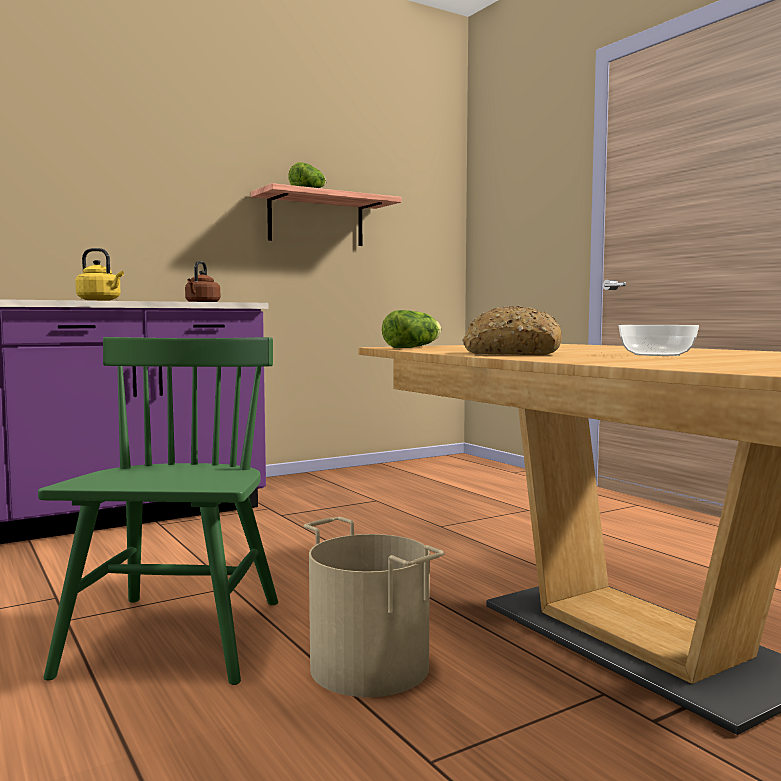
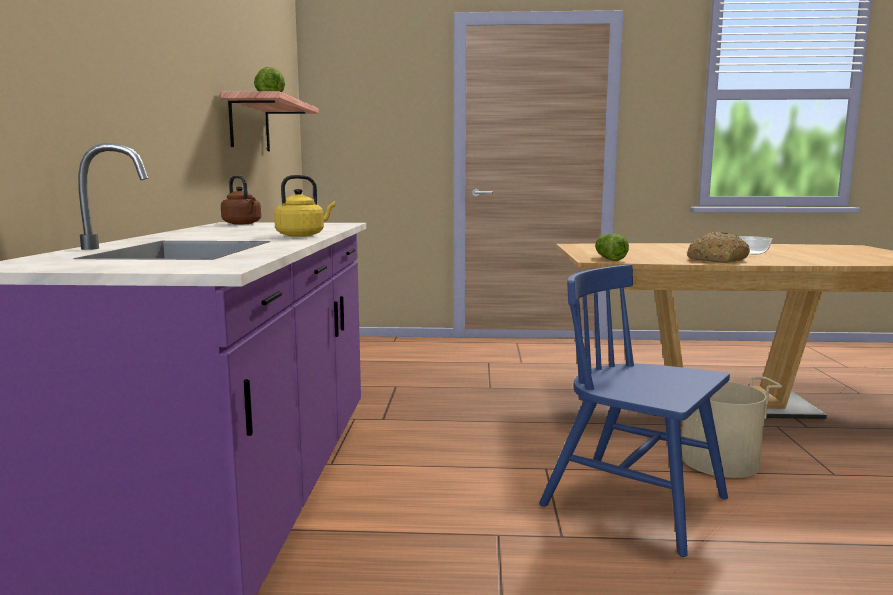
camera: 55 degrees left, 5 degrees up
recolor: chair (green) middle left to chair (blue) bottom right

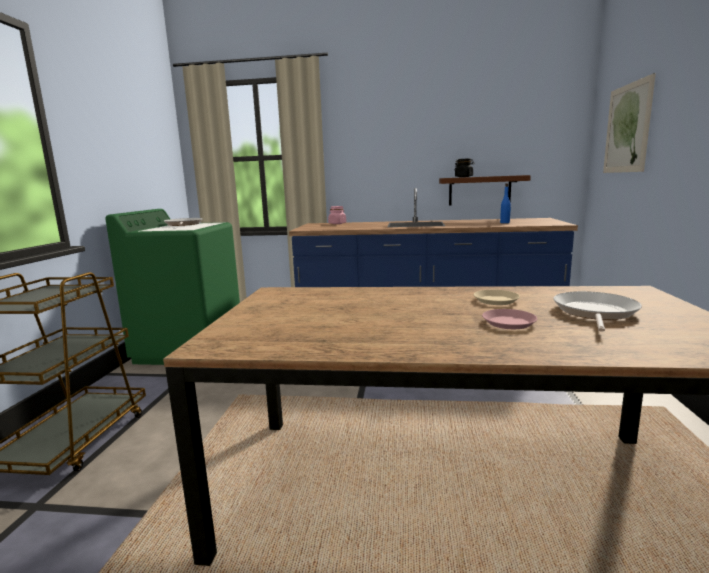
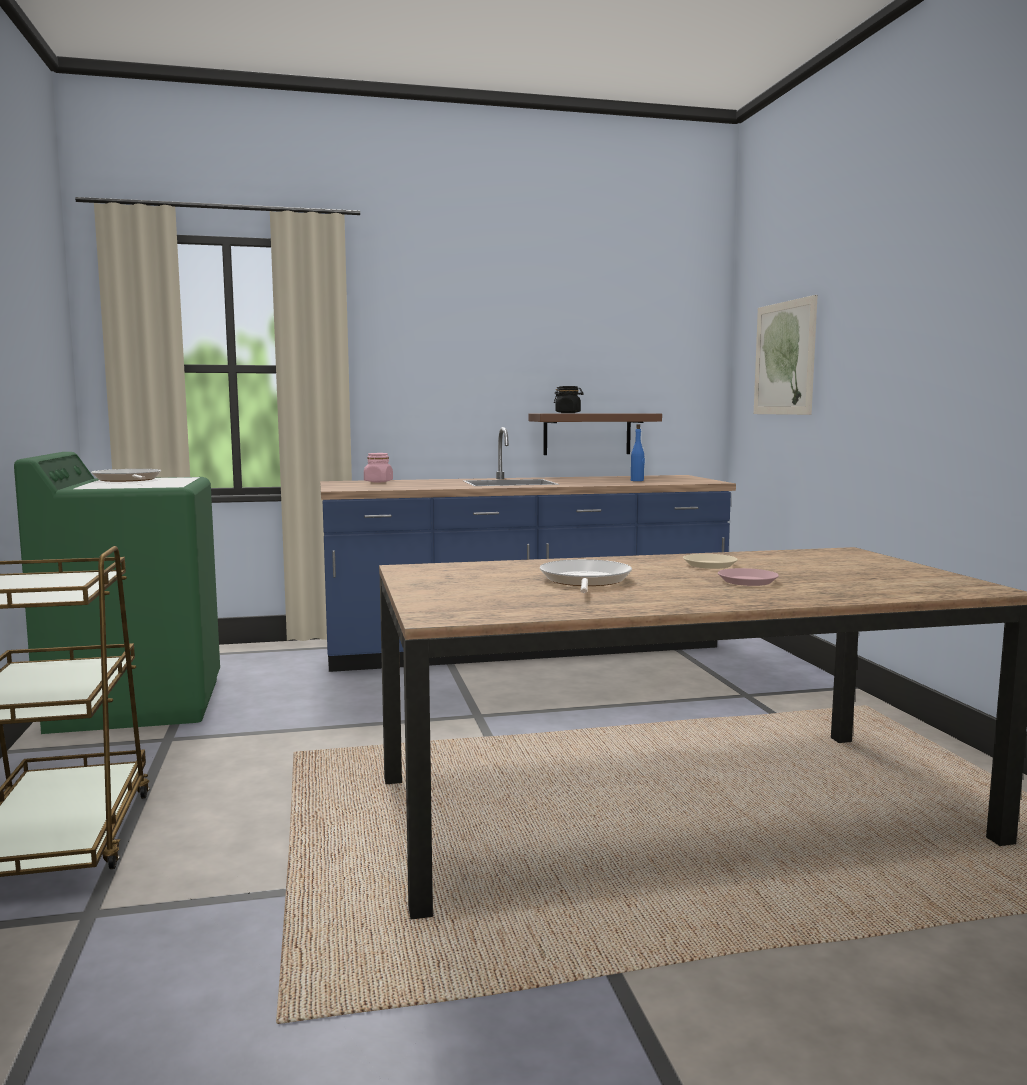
camera: 20 degrees left, 5 degrees down
move: frying pan (2nd from left) middle right to centre

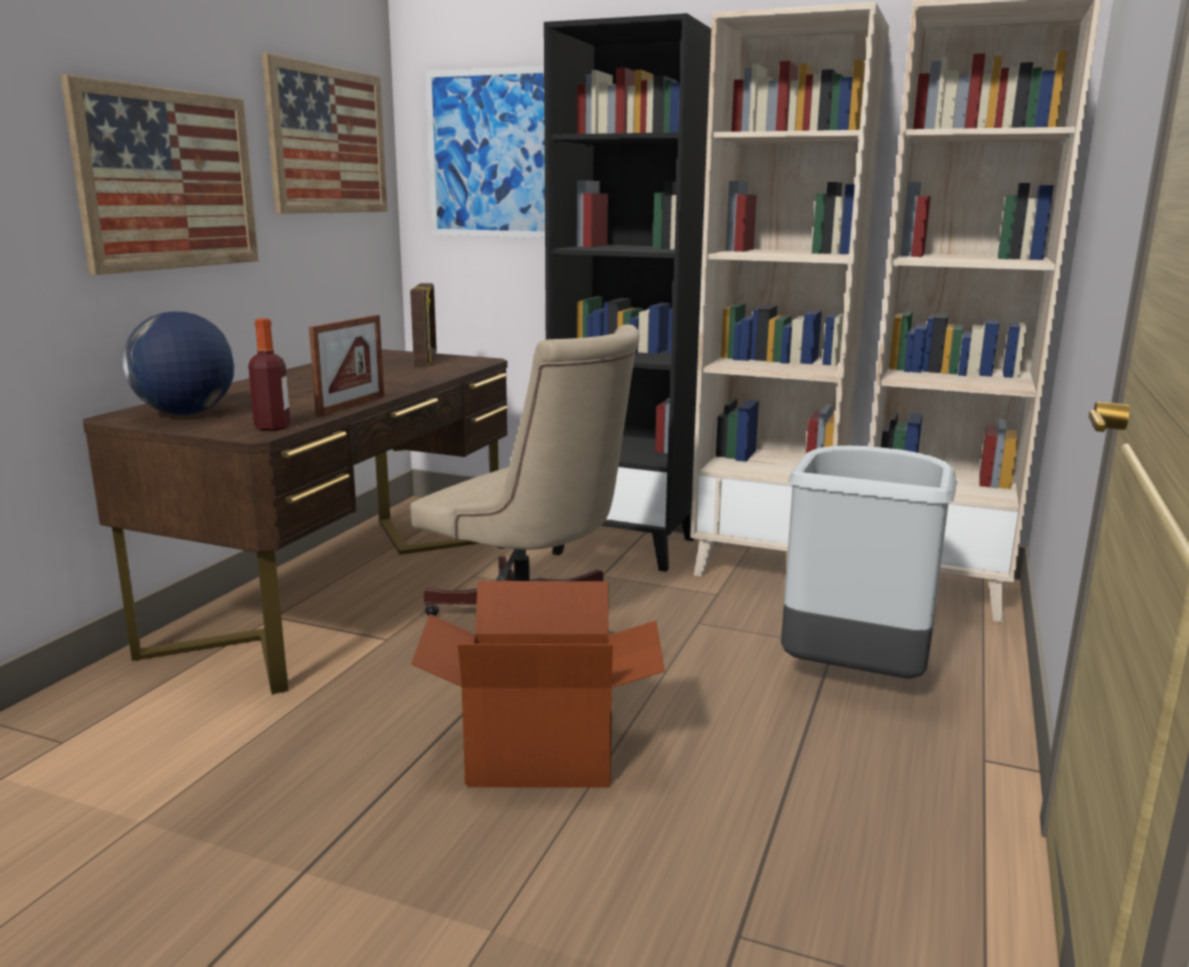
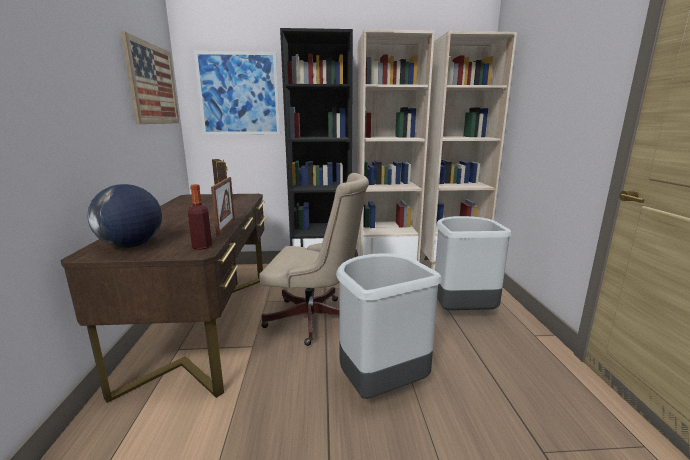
camera: 25 degrees left, 0 degrees up
delete: picture (1st from left) top left
replace: cardboard box bottom centre to trash can (grey) (1st from left) bottom centre

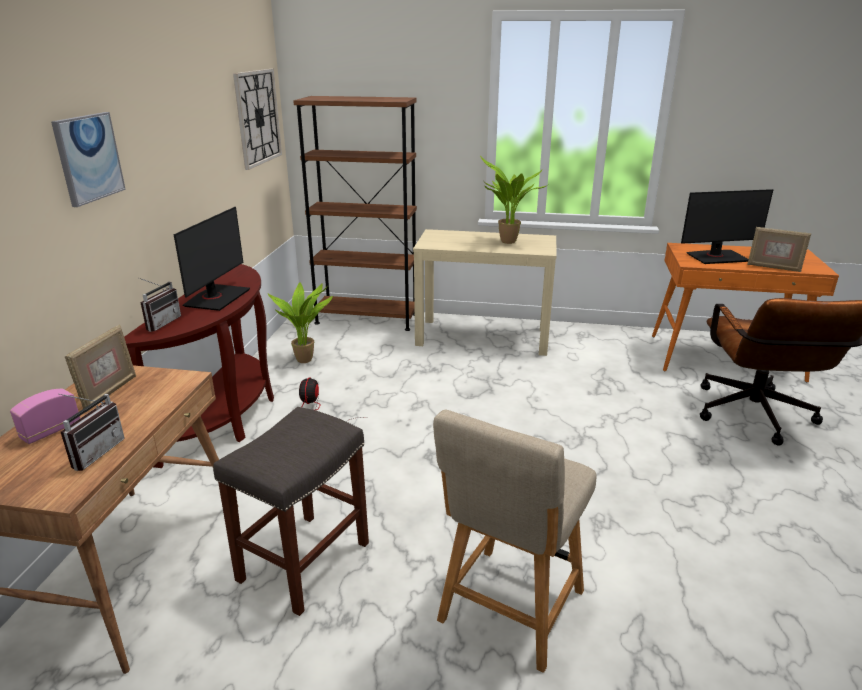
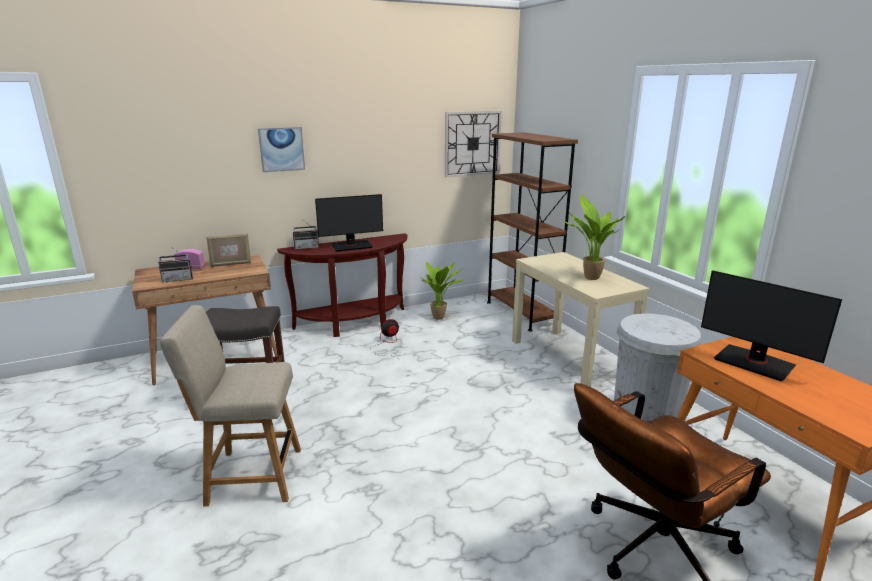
camera: 55 degrees right, 5 degrees down
delete: picture frame (2nd from left) middle right
insert: trash can (white) middle right

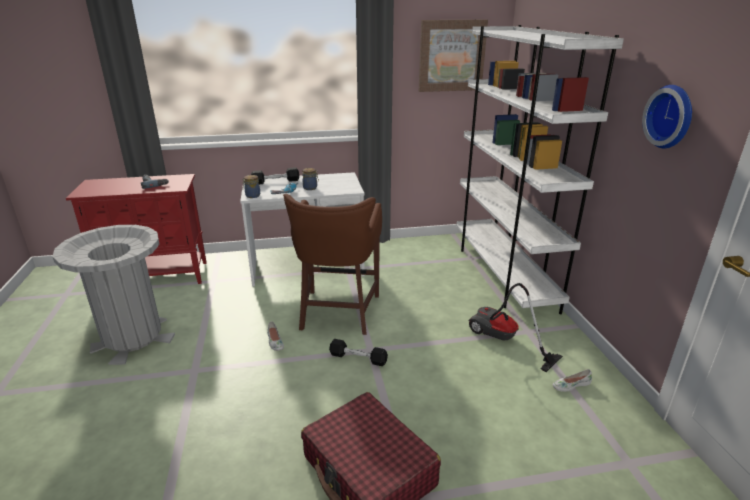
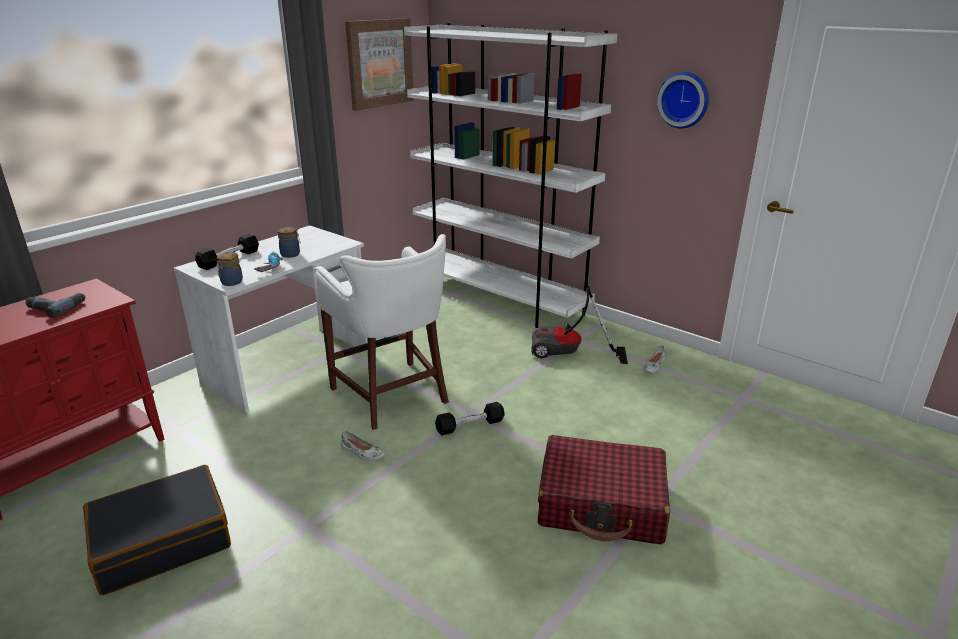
camera: 40 degrees left, 0 degrees up
replace: trash can (grey) middle left to suitcase (black) bottom left
recolor: stool (brown) centre to stool (white) centre

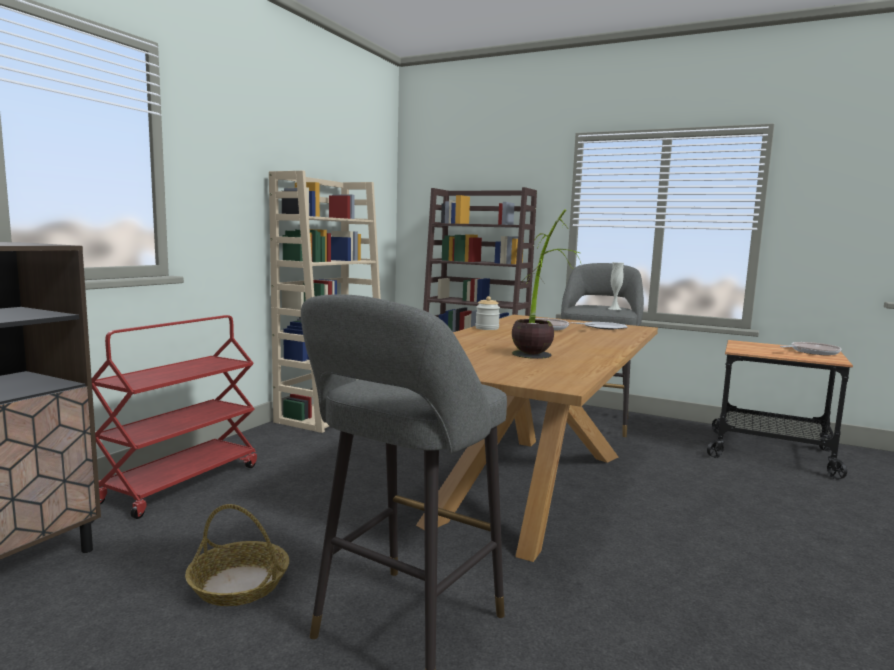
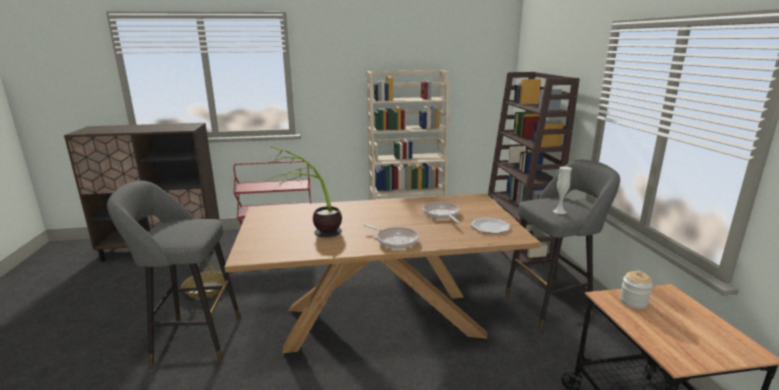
camera: 55 degrees right, 10 degrees up
move: jar centre to bottom right; frying pan (2nd from left in the first image) middle right to frying pan (1st from left) centre

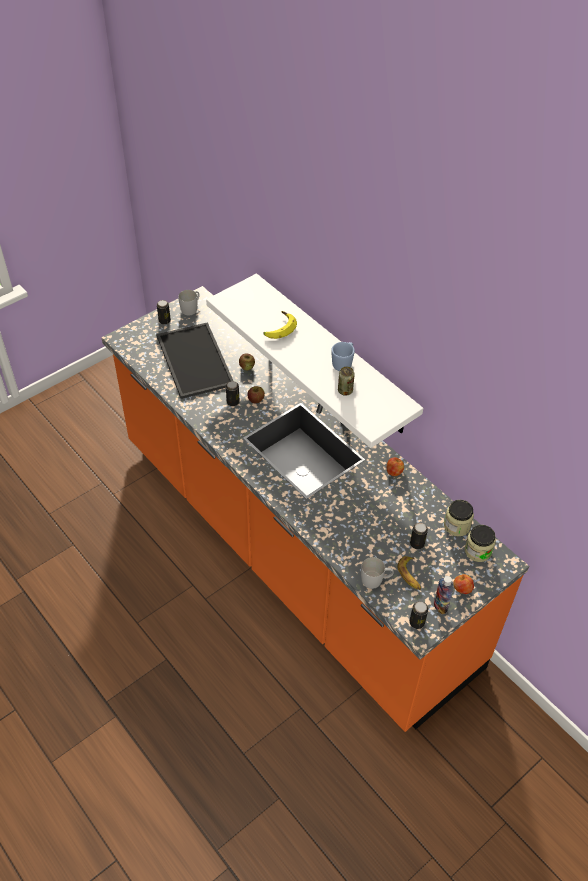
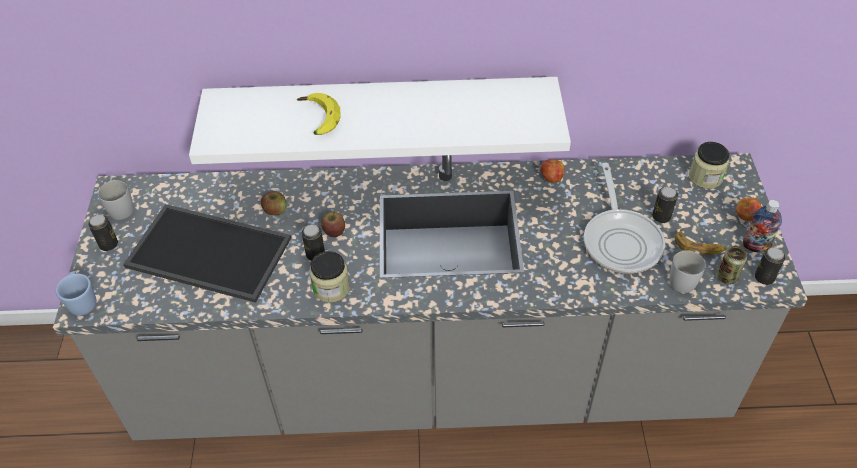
camera: 50 degrees left, 0 degrees up
insert: frying pan middle right
move: mug (blue) centre to middle left; can (3rd from left in the first image) centre to can (4th from left) middle right; jar (1st from left) middle right to centre
recolor: counter (orange) centre to counter (grey) centre

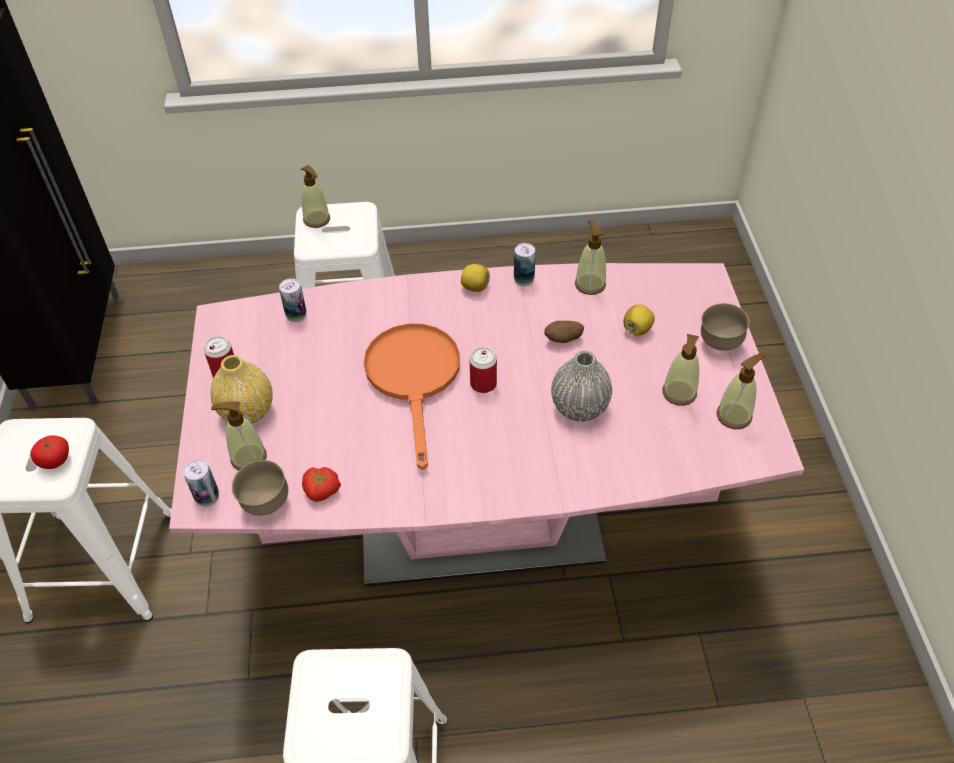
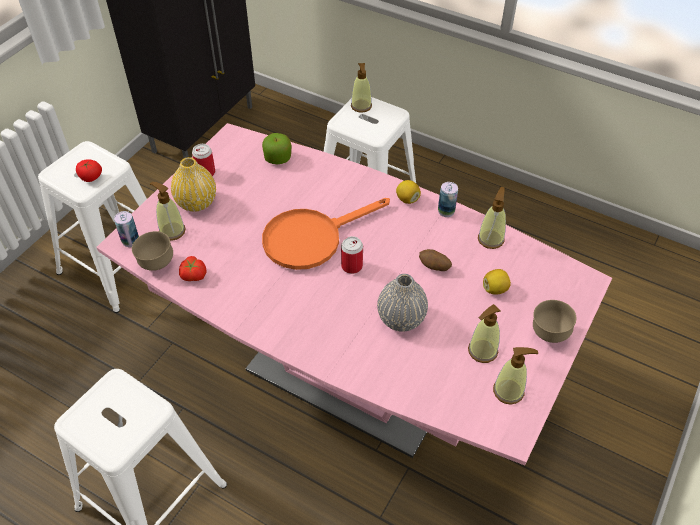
camera: 35 degrees right, 0 degrees up
replace: can (3rd from left) middle left to apple top centre
rotate: frying pan (orange) centre = centre 150 degrees counterclockwise

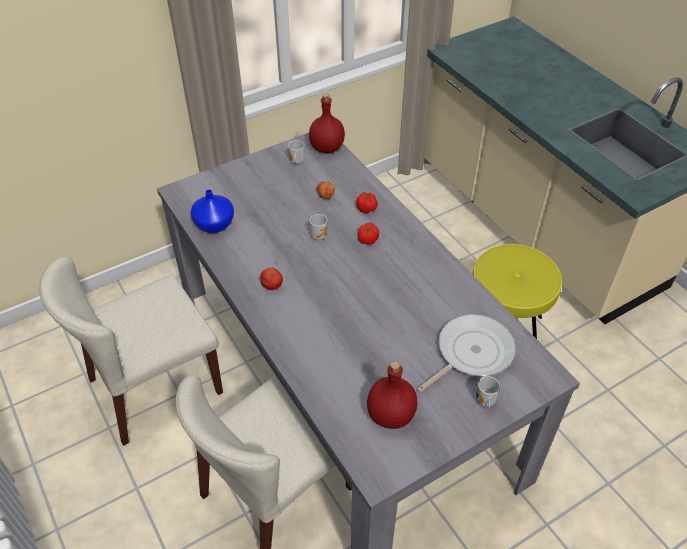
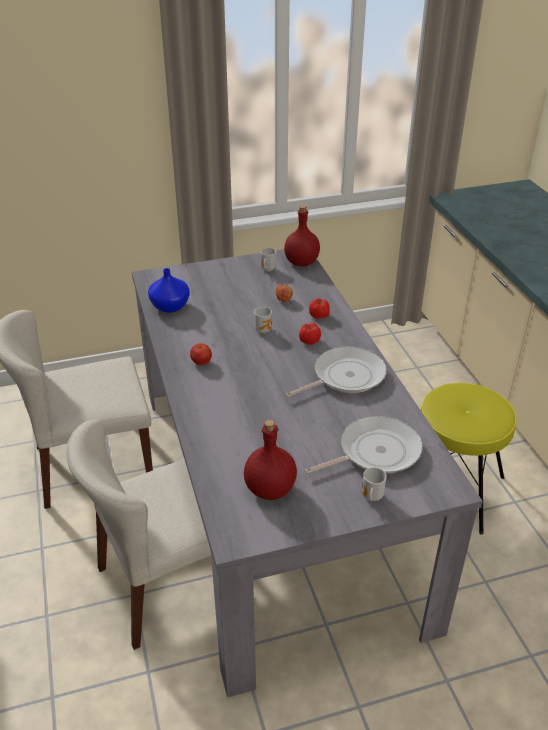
camera: 15 degrees right, 10 degrees down
insert: frying pan (1st from left) centre

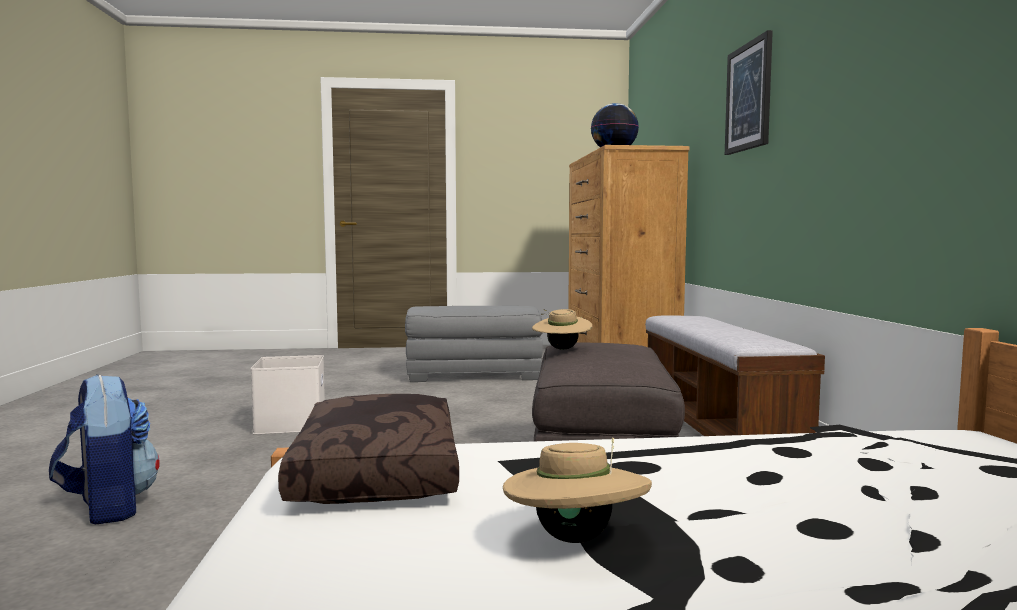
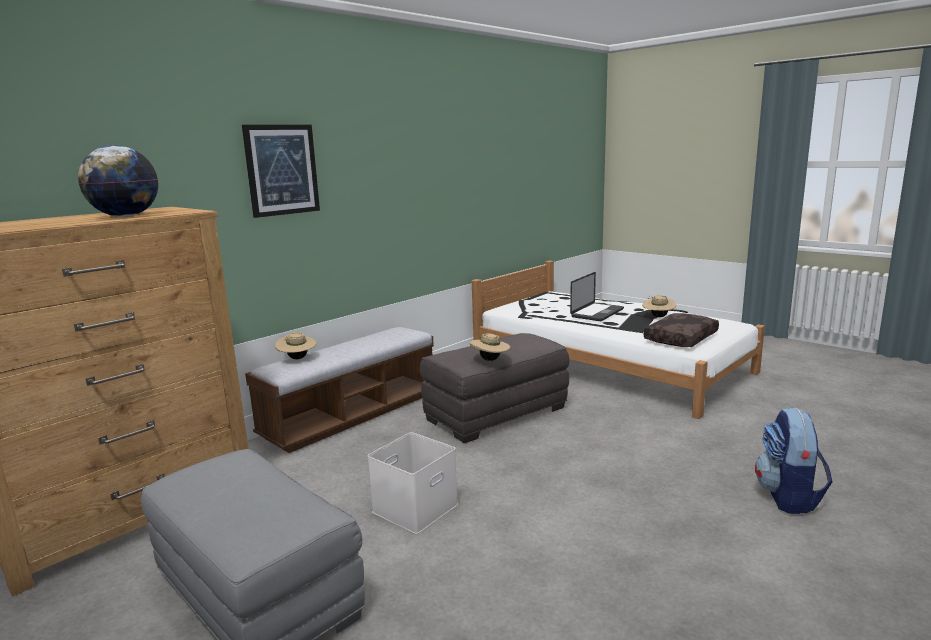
camera: 130 degrees left, 10 degrees up
insert: laptop centre; hat (beige) (1st from left) middle left
move: storage box (white) middle left to bottom centre

